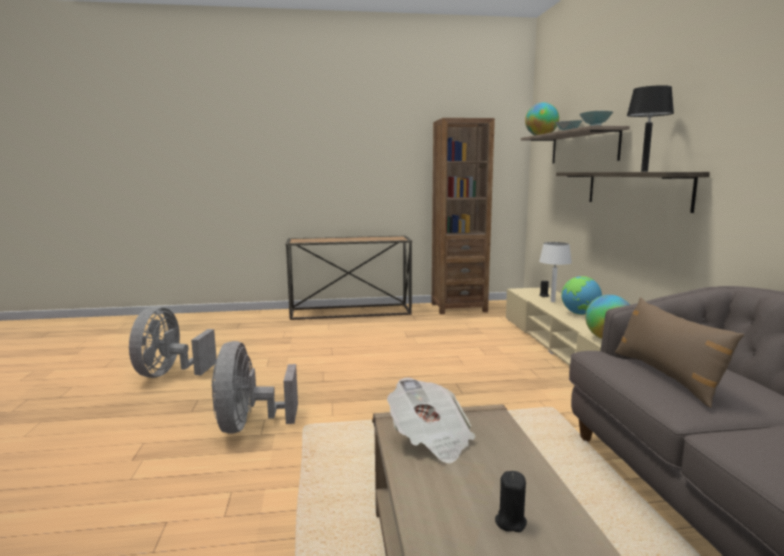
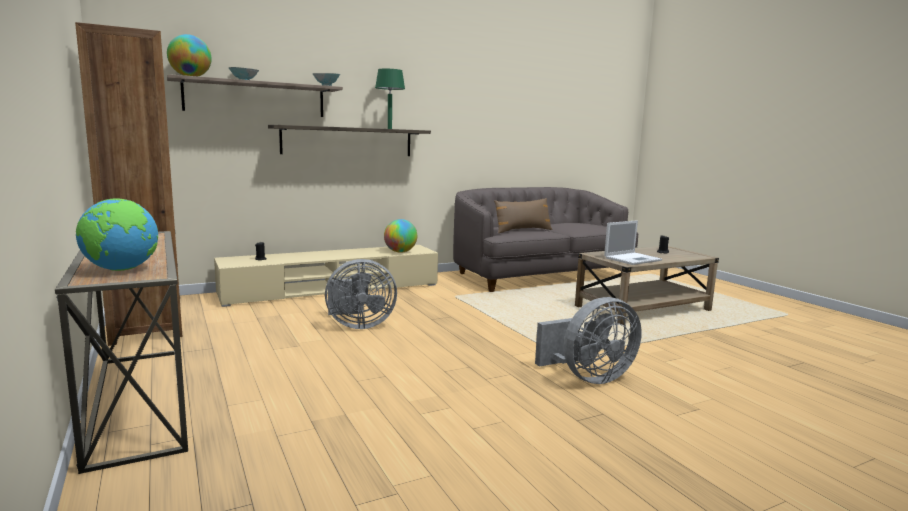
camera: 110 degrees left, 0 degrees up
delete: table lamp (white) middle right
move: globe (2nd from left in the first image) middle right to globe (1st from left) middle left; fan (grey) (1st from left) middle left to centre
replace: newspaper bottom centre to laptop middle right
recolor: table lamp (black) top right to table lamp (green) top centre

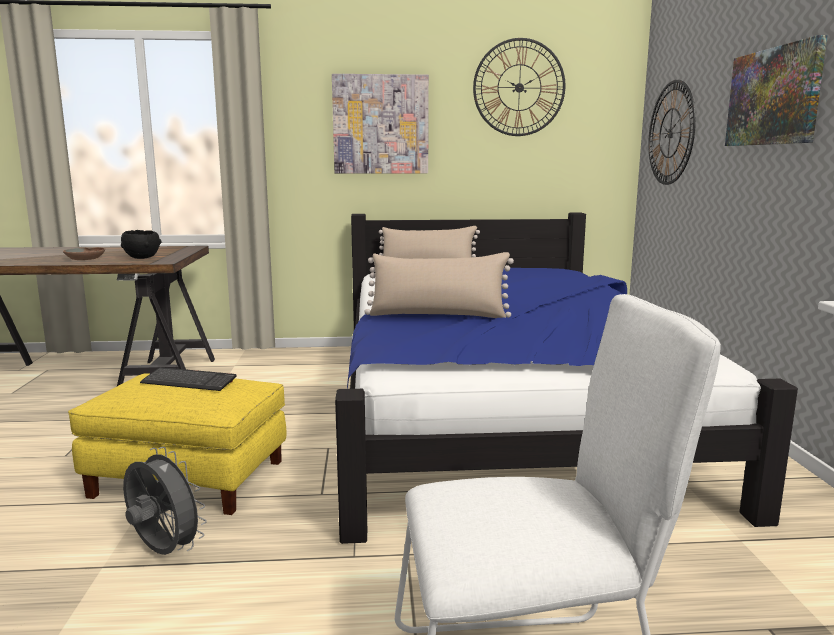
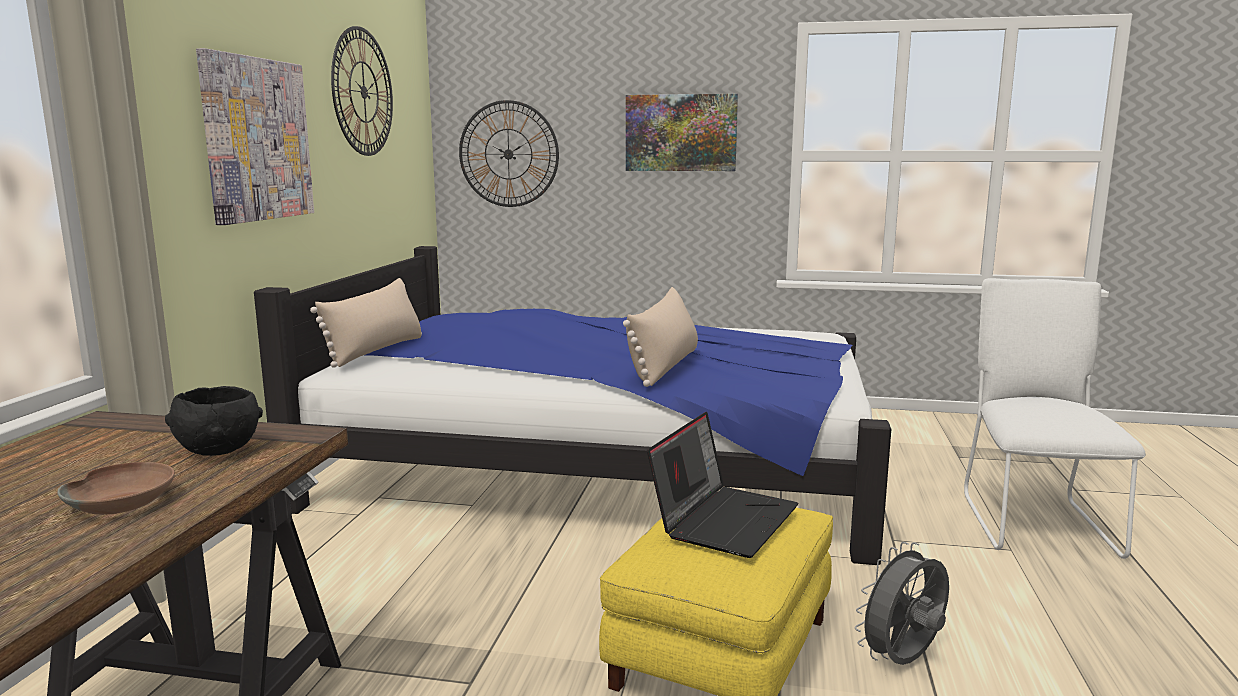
camera: 75 degrees left, 0 degrees up
replace: keyboard middle left to laptop bottom centre

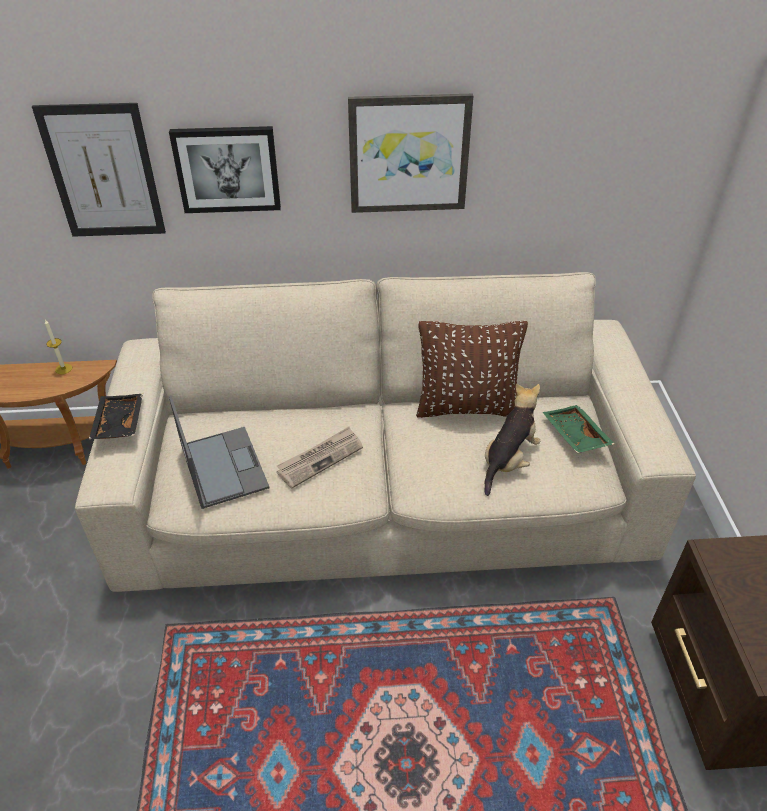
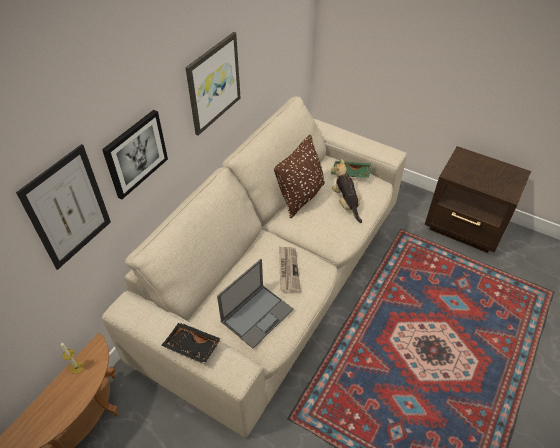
camera: 55 degrees left, 5 degrees up
rotate: laptop middle left = bottom centre 120 degrees clockwise

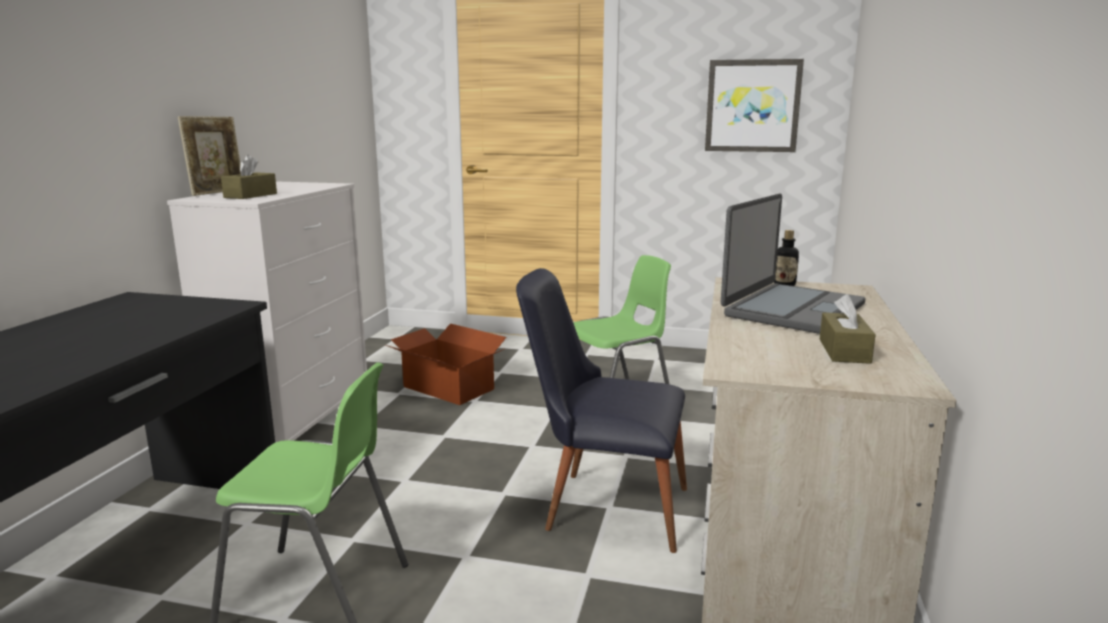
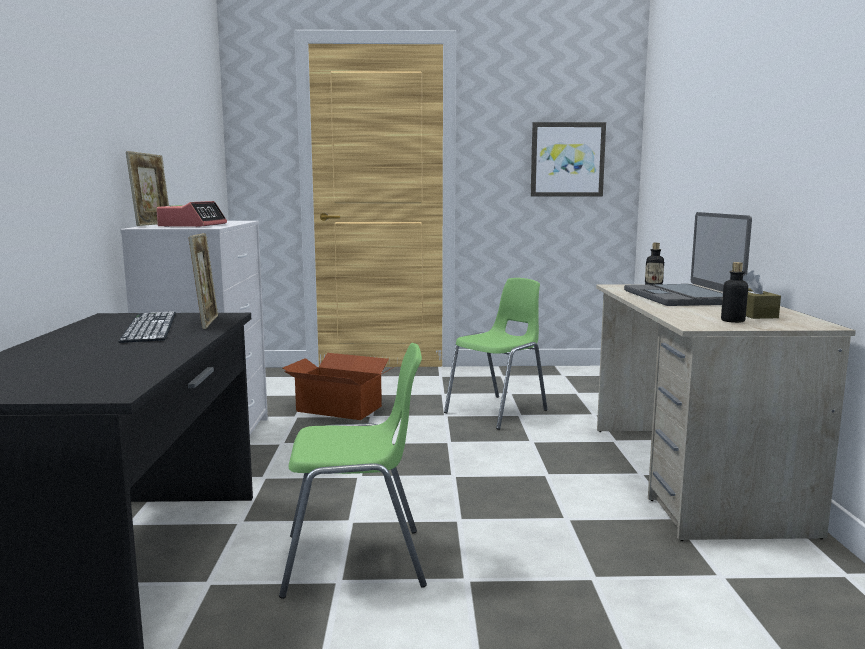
camera: 15 degrees left, 5 degrees down
delete: chair (black) centre
insert: picture frame (2nd from left) middle left; bottle (2nd from left) middle right; keyboard middle left
replace: tissue box (brown) (1st from left) top left to alarm clock top left
rotate: laptop middle right = middle right 150 degrees clockwise

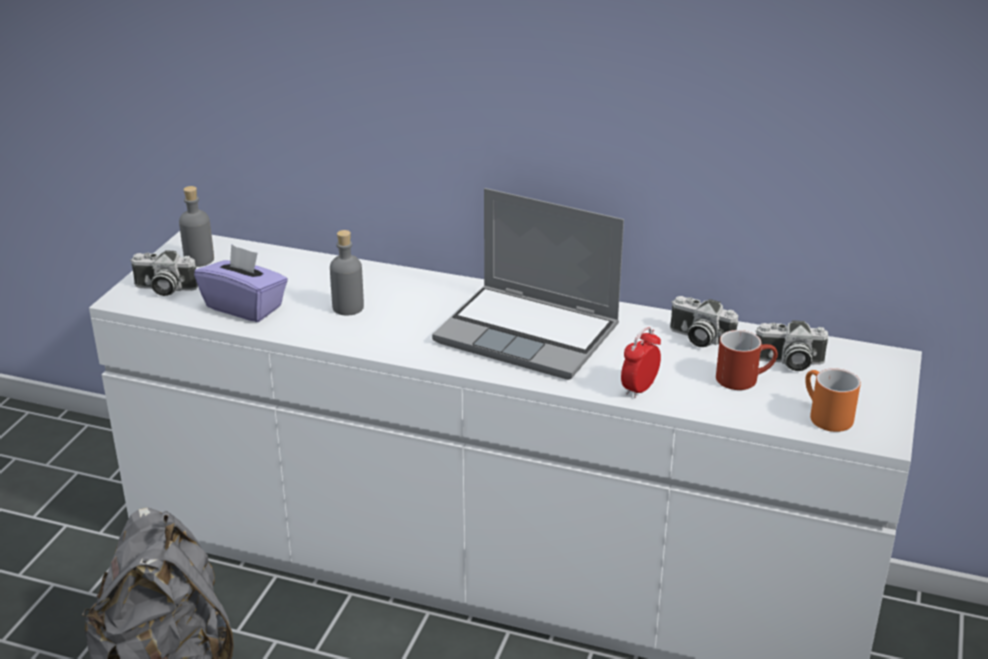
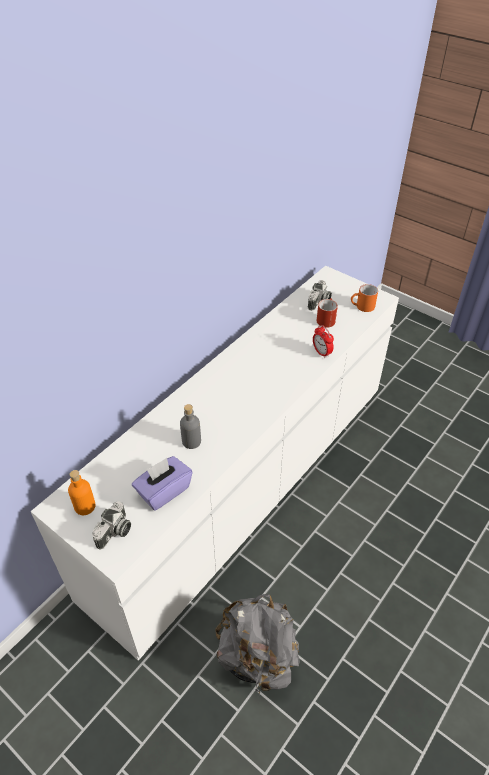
camera: 70 degrees left, 15 degrees up
delete: laptop centre; photo camera (2nd from left) middle right
recolor: bottle (grey) (1st from left) middle left to bottle (orange) middle left

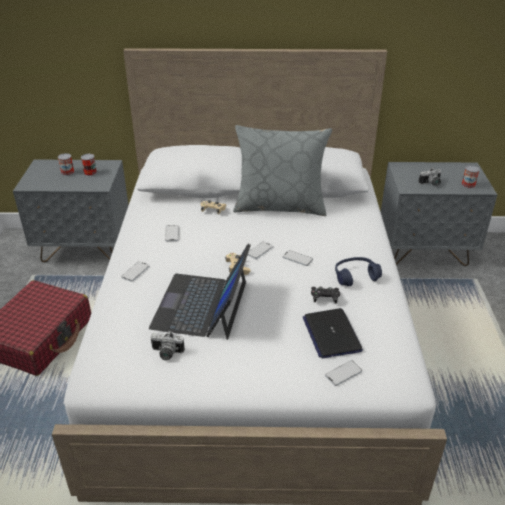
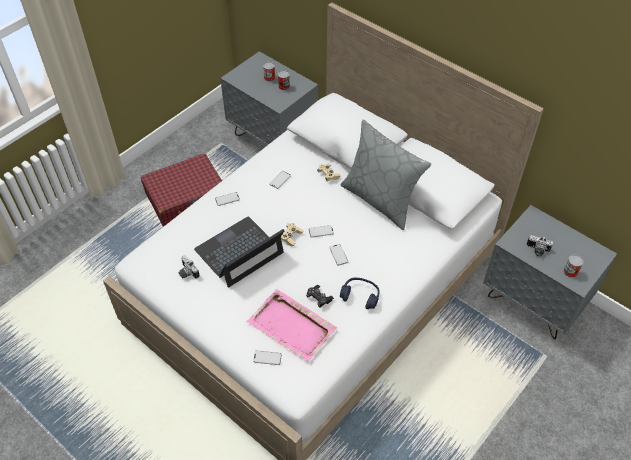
camera: 40 degrees right, 15 degrees up
replace: laptop (2nd from left) centre to tray (pink) bottom centre

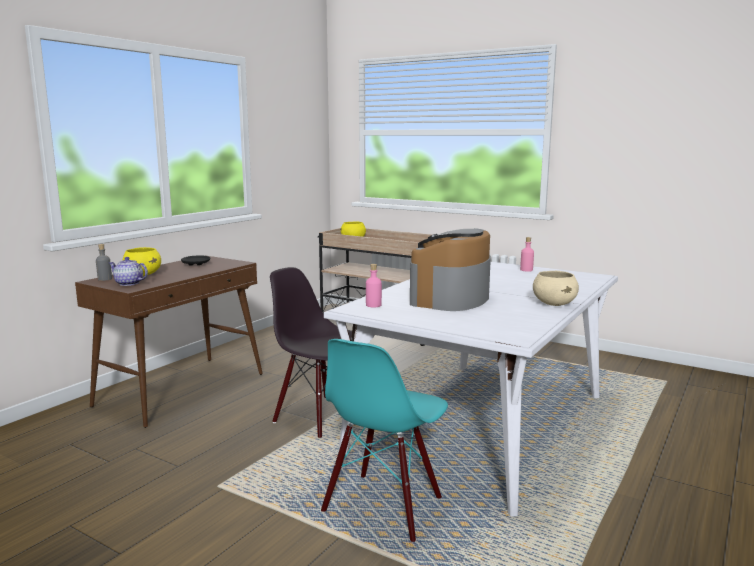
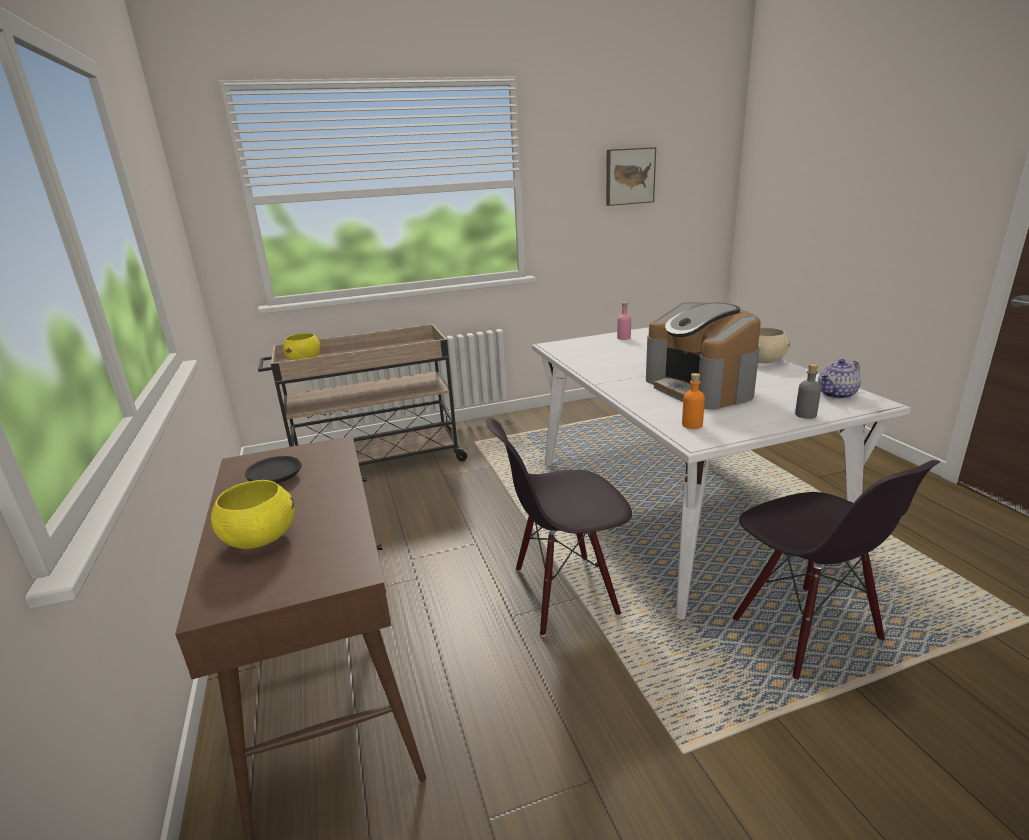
camera: 50 degrees left, 10 degrees up
insert: picture top centre
move: bottle (grey) middle left to middle right; teapot middle left to middle right
recolor: bottle (pink) (1st from left) centre to bottle (orange) middle right; chair (turquoise) bottom centre to chair (black) (2nd from left) bottom right

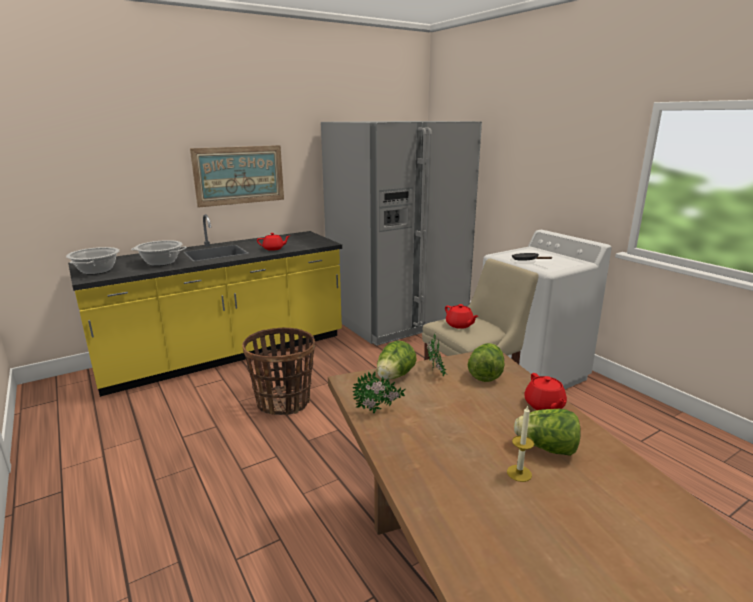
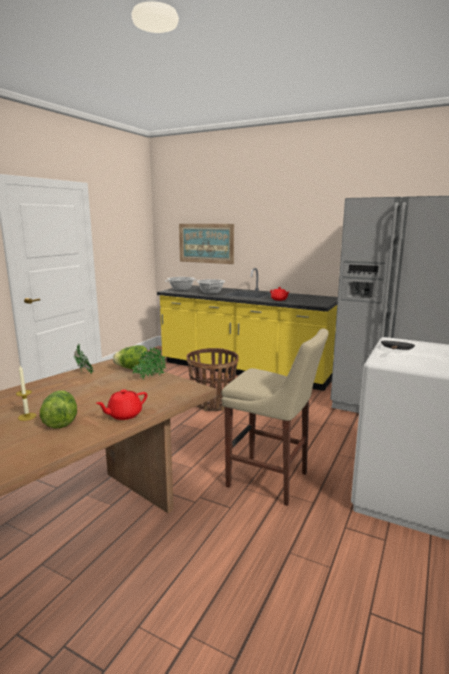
camera: 60 degrees right, 5 degrees down
delete: teapot (red) (2nd from left) centre; lettuce (2nd from left) centre
move: picture top left to centre

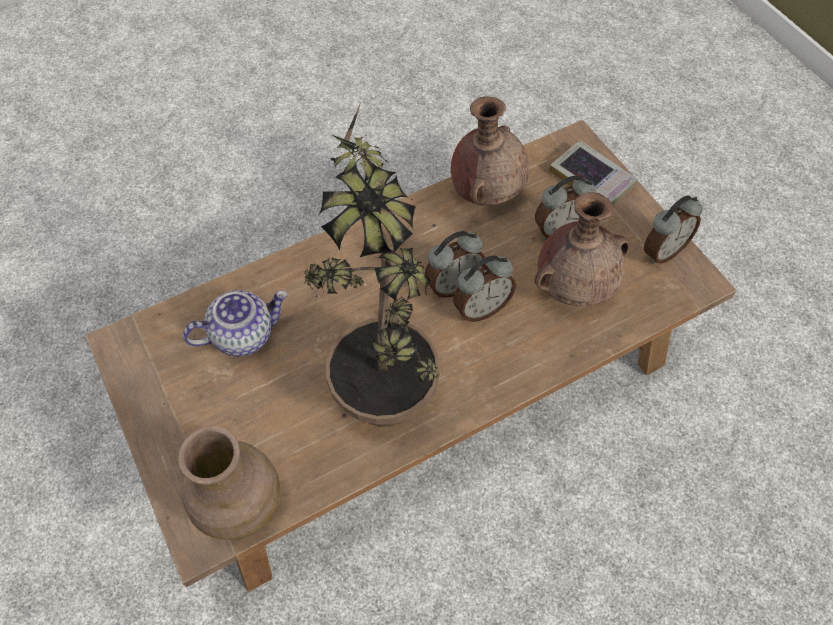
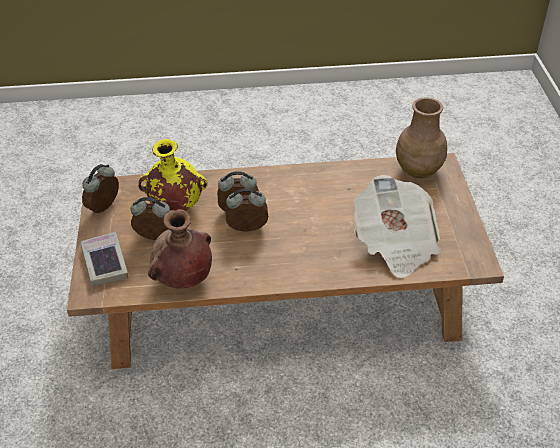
camera: 155 degrees left, 15 degrees down
delete: potted plant centre
replace: teapot middle left to newspaper middle right
recolor: vase (brown) (3rd from left) middle right to vase (yellow) middle left
rotate: alarm clock (4th from left in the first image) middle right = middle left 45 degrees counterclockwise

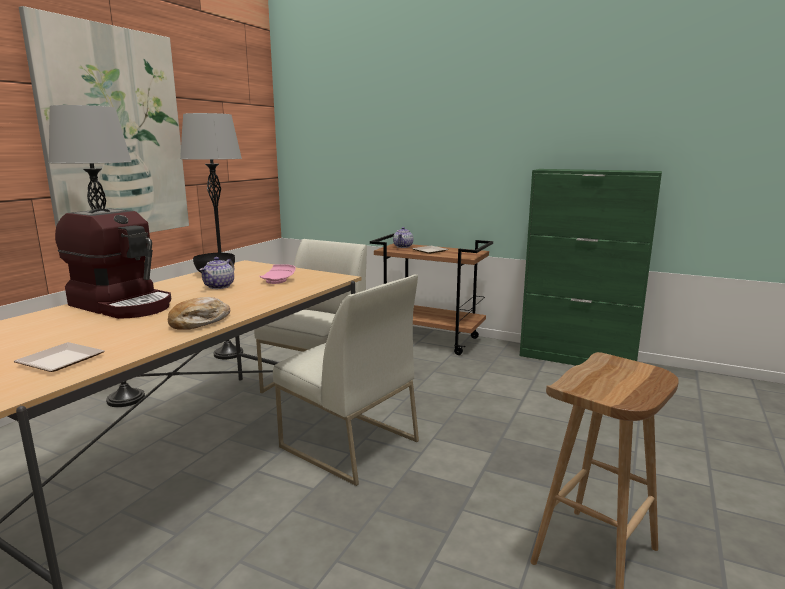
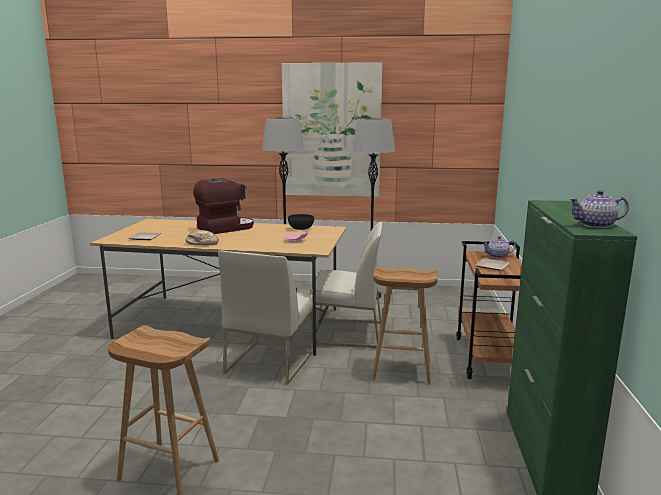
camera: 70 degrees right, 0 degrees up
insert: stool (brown) (2nd from left) centre
move: teapot (1st from left in the first image) middle left to teapot (2nd from left) middle right
rotate: coffee machine middle left = centre 135 degrees counterclockwise

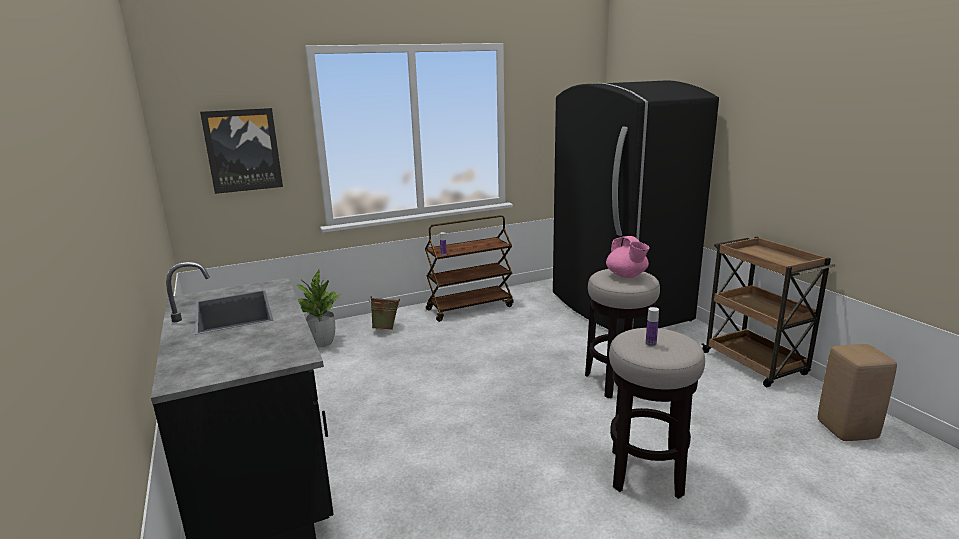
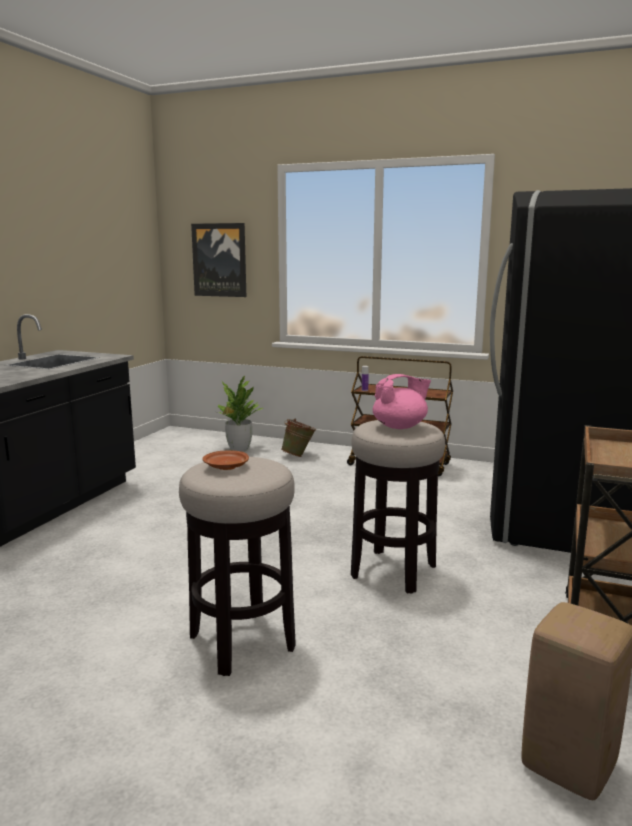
camera: 45 degrees right, 5 degrees down
replace: bottle (2nd from left) middle right to plate (brown) centre
rotate: teapot (pink) centre = centre 135 degrees counterclockwise

